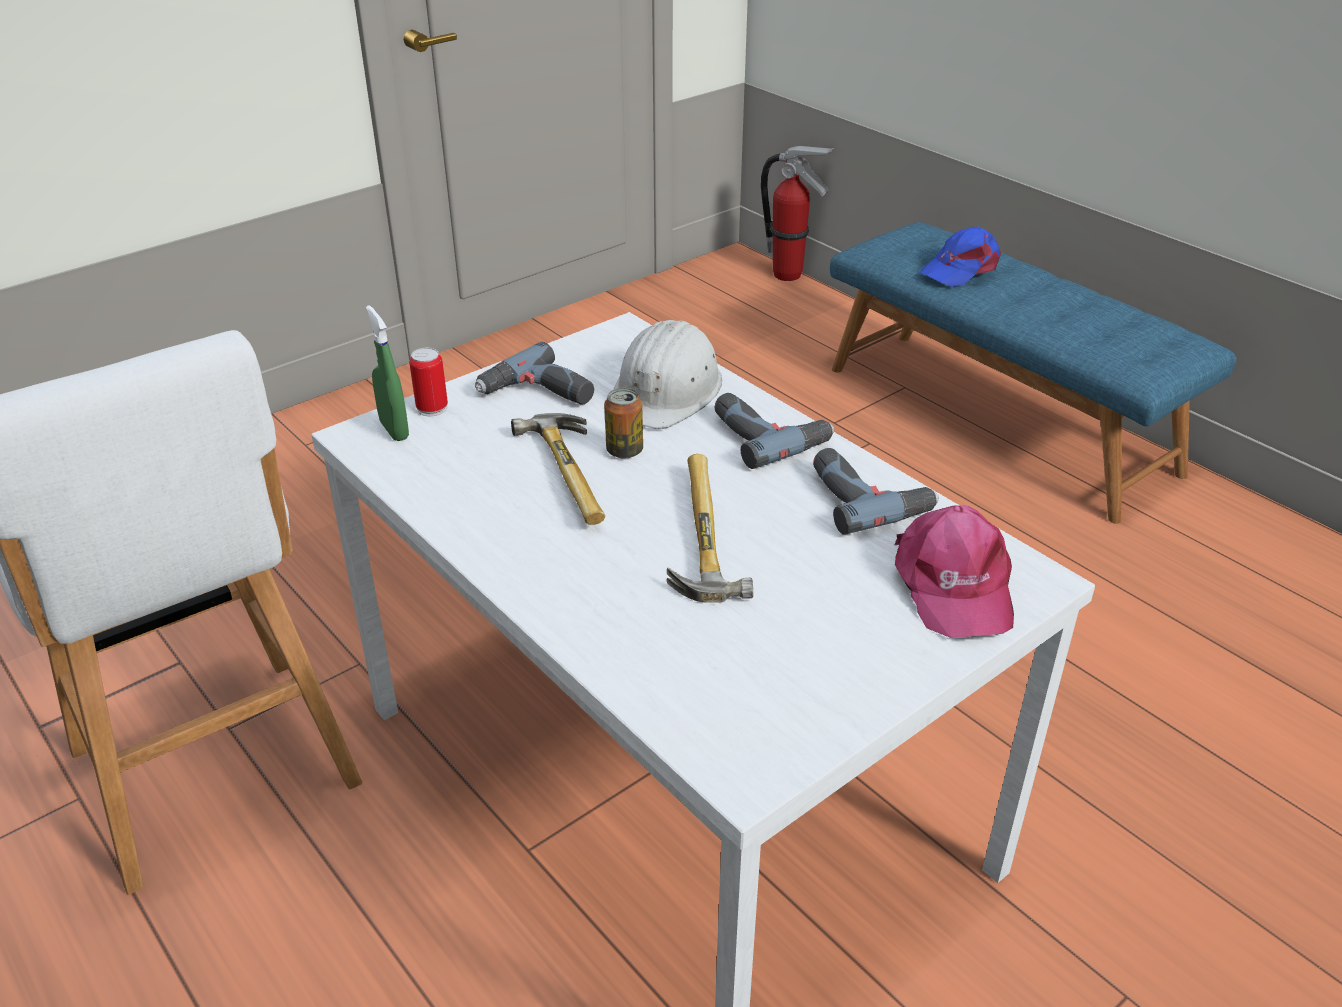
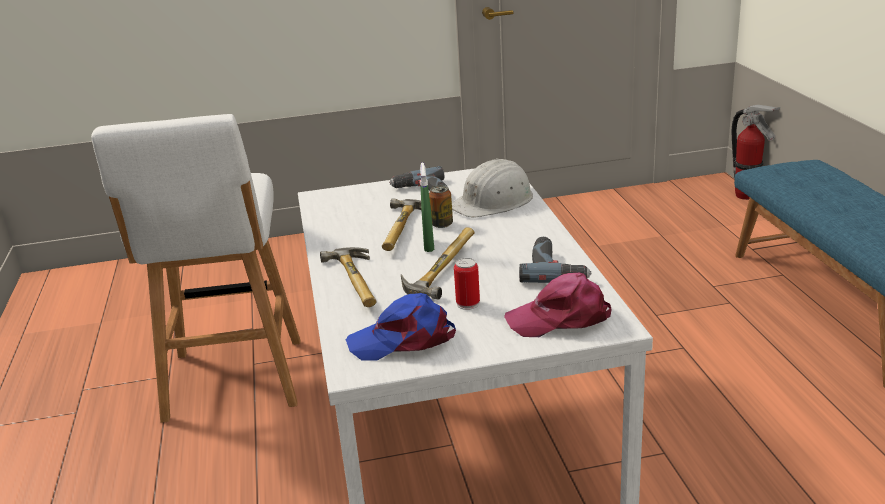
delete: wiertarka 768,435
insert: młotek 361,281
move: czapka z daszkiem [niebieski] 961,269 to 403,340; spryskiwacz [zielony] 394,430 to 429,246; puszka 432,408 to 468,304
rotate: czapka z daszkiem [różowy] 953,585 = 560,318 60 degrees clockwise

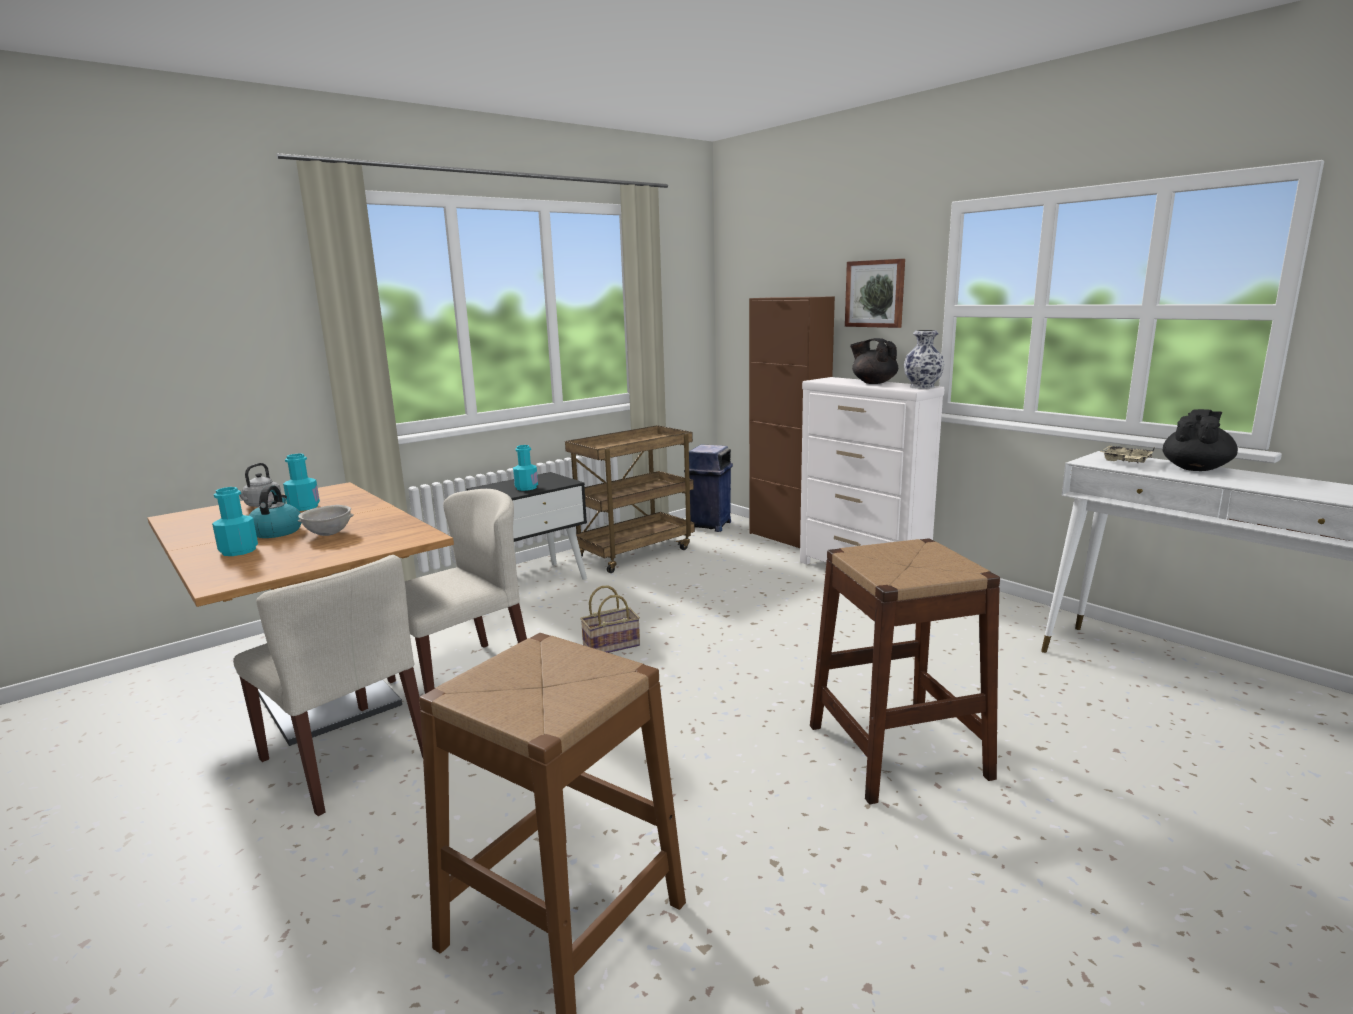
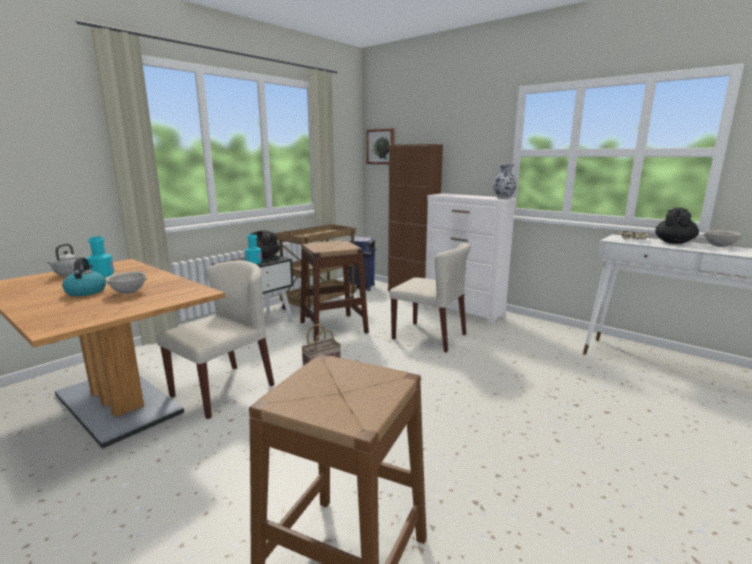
delete: butelka [turkusowy] 238,551
insert: miska [szary] 719,246
move: imbryk [czarny] 873,383 to 265,256; stołek [brązowy] 897,750 to 333,327; obraz 875,293 to 381,146; krzesło [beżowy] 346,759 to 430,336

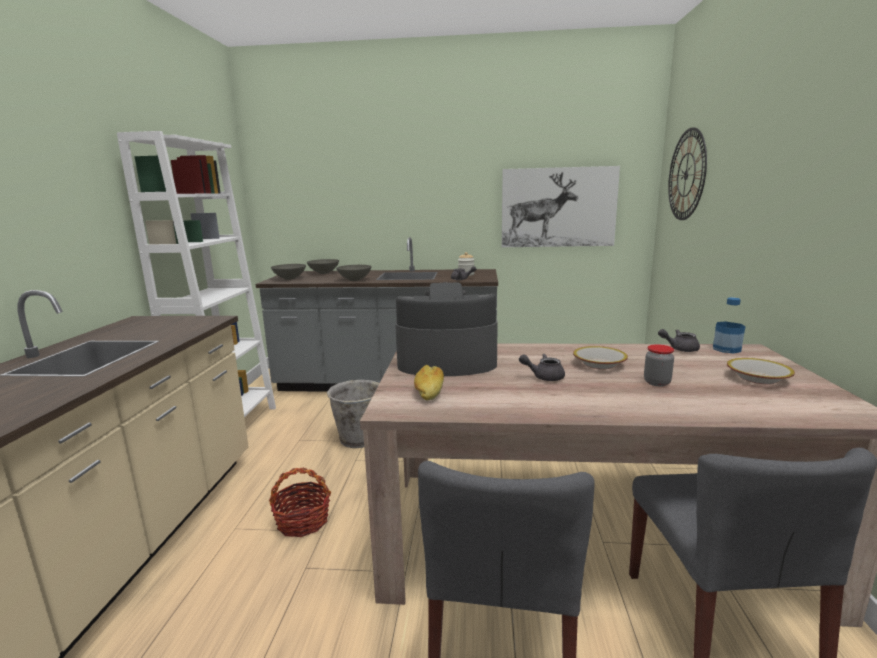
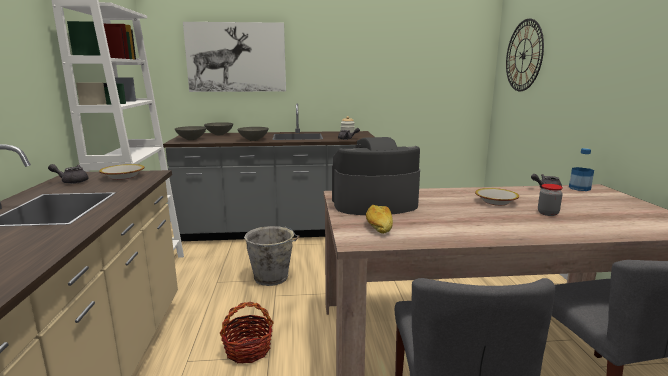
move: imbryk [szary] 544,377 to 72,181; miska 758,378 to 123,177; obraz 558,207 to 236,57

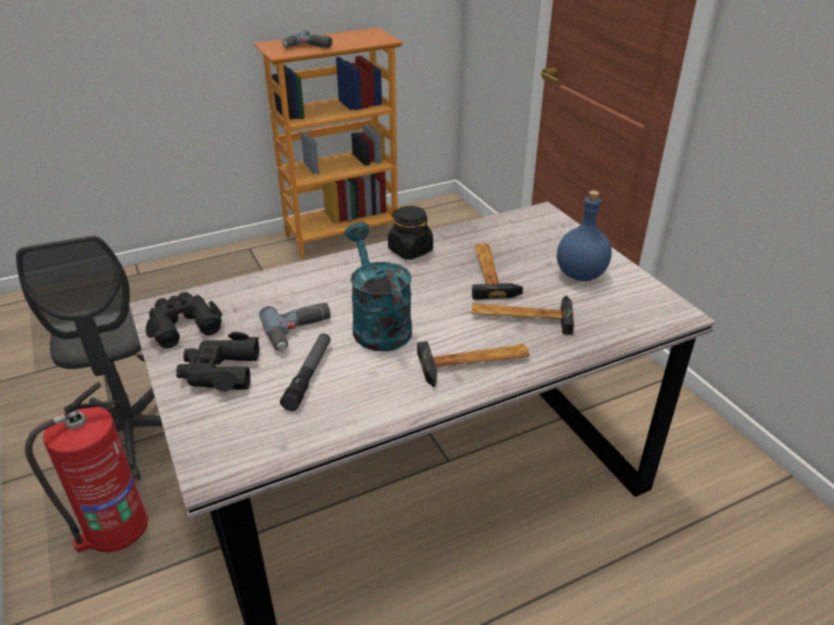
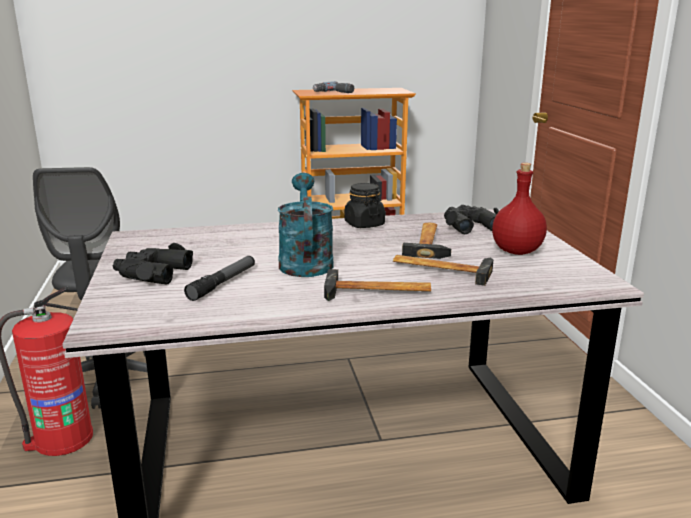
delete: wiertarka 299,331
move: lornetka [czarny] 183,324 to 469,225
recolor: butelka [niebieski] 581,274 to butelka [czerwony] 517,251

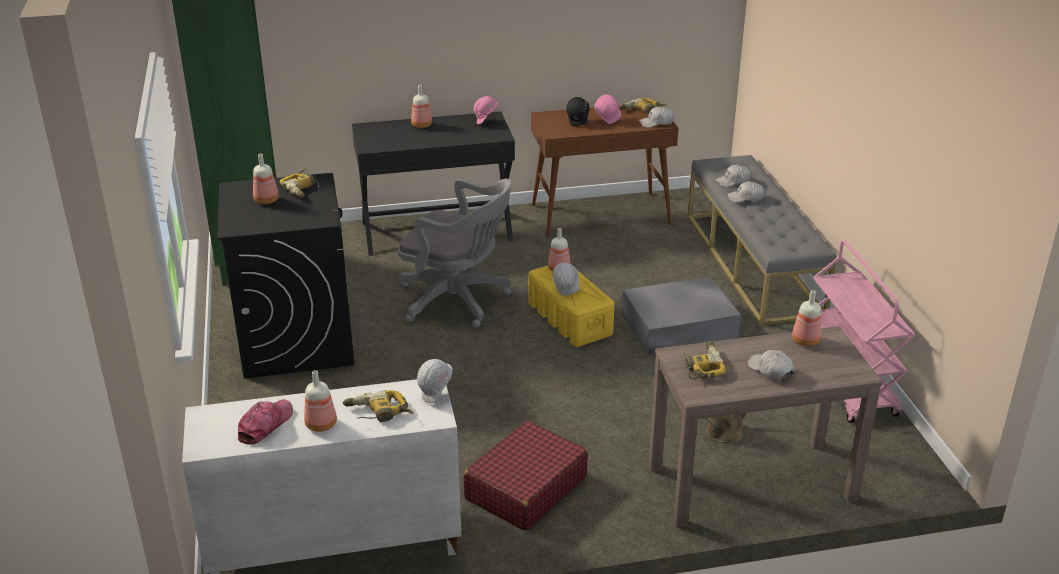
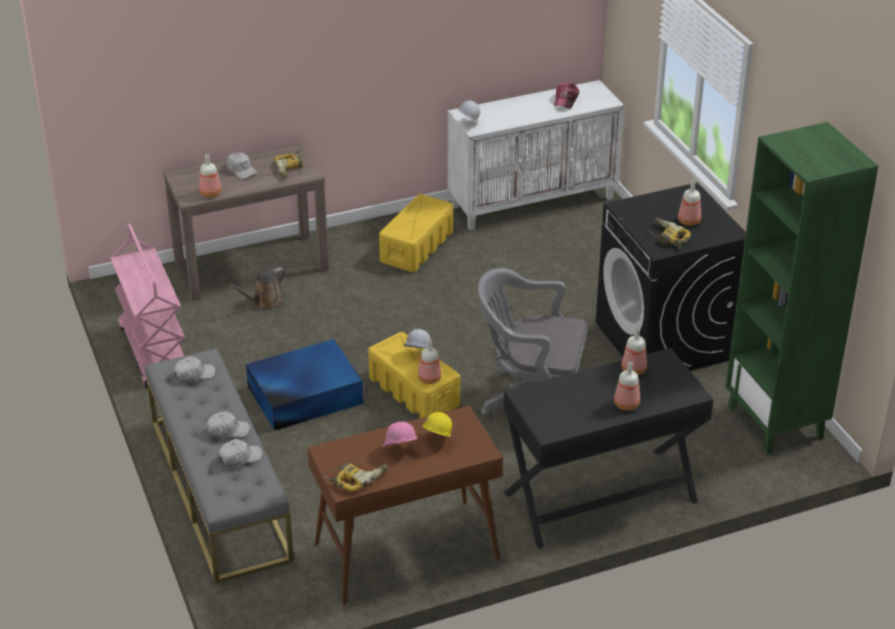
delete: wiertarka 378,413; kask [różowy] 486,122
move: czapka z daszkiem [biały] 656,123 to 194,374; butelka 320,424 to 634,370
replace: walizka [czerwony] 525,488 to pojemnik do przechowywania [żółty] 417,246
recolor: pojemnik do przechowywania [szary] 680,327 to pojemnik do przechowywania [niebieski] 303,395; kask [czarny] 578,123 to kask [żółty] 436,441

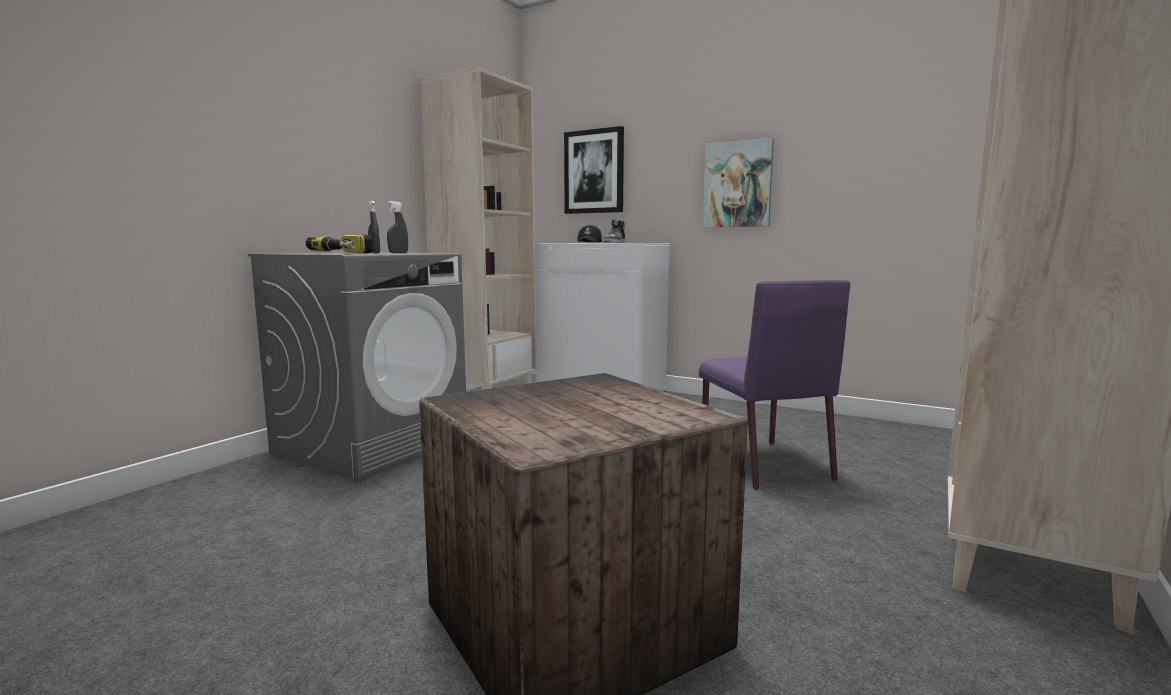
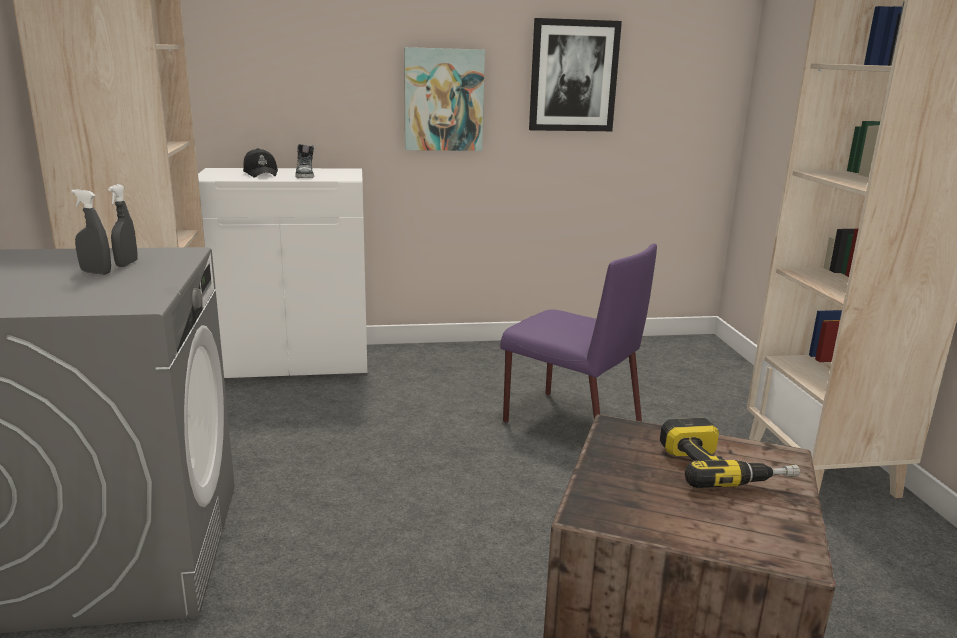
move: obraz 594,172 to 573,76; wiertarka 349,253 to 723,468

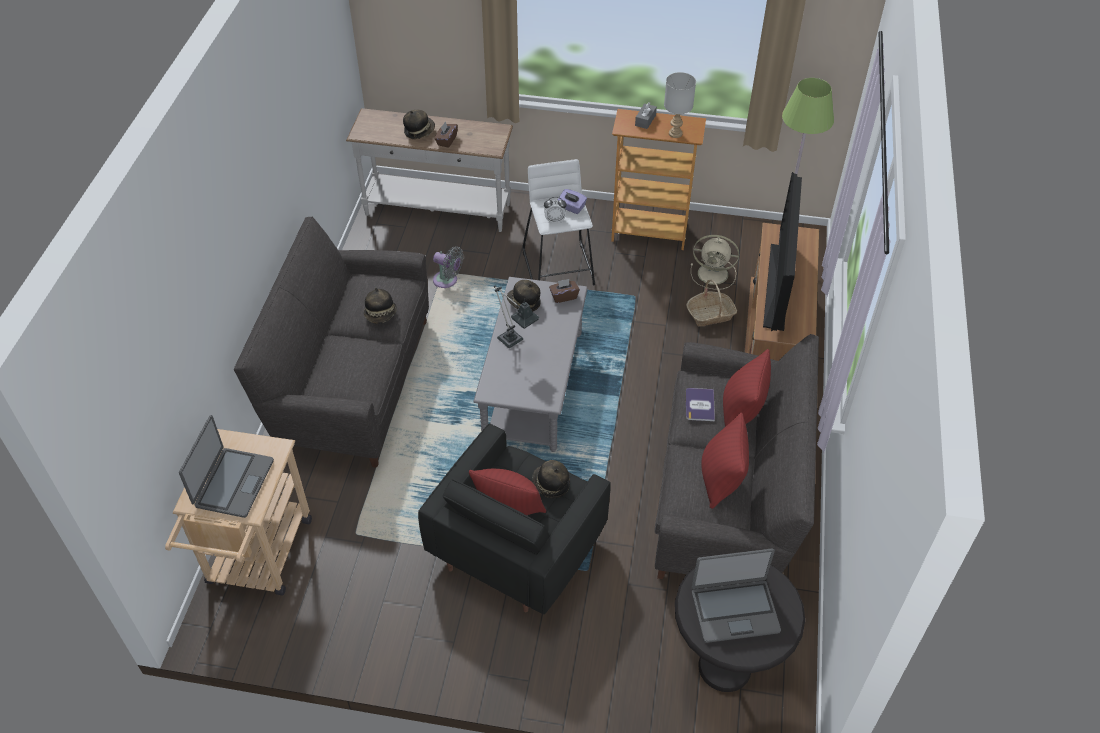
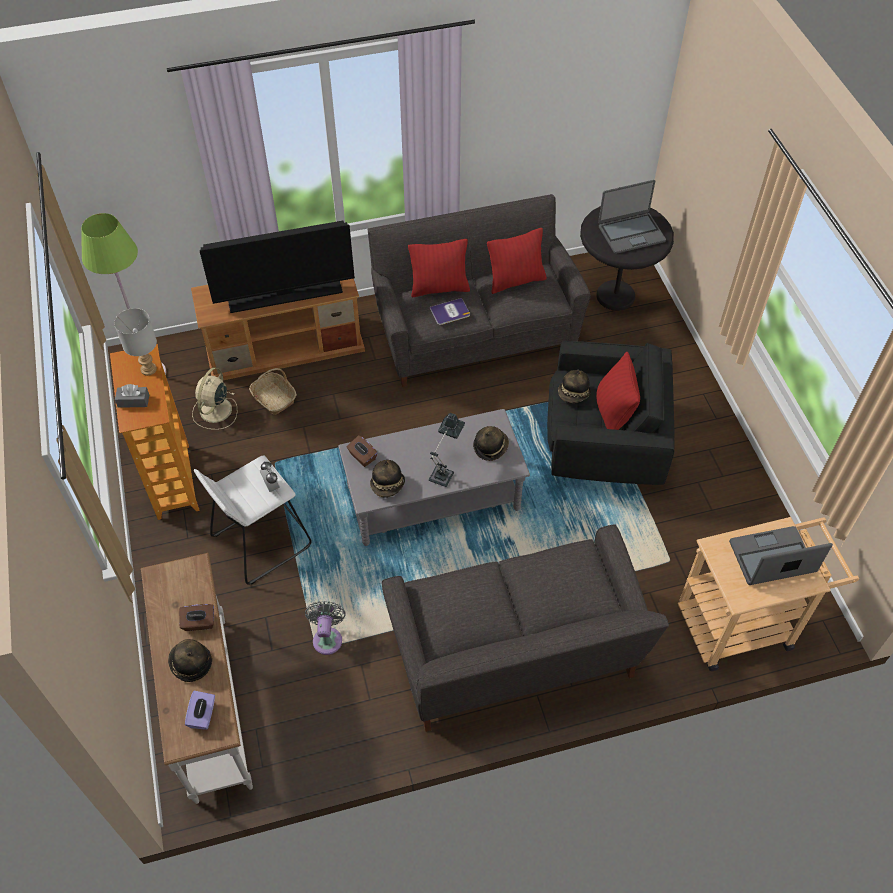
move: pudełko chusteczek [fioletowy] 571,207 to 203,715; kapelusz 381,314 to 490,447
rotate: wentylator [beżowy] 714,274 = 215,411 150 degrees counterclockwise; laptop 734,610 = 631,233 105 degrees clockwise

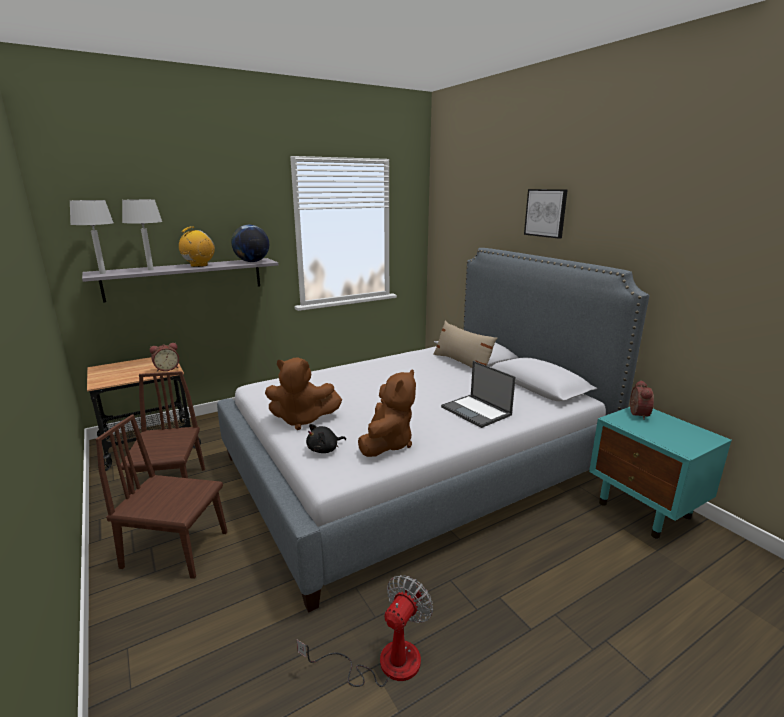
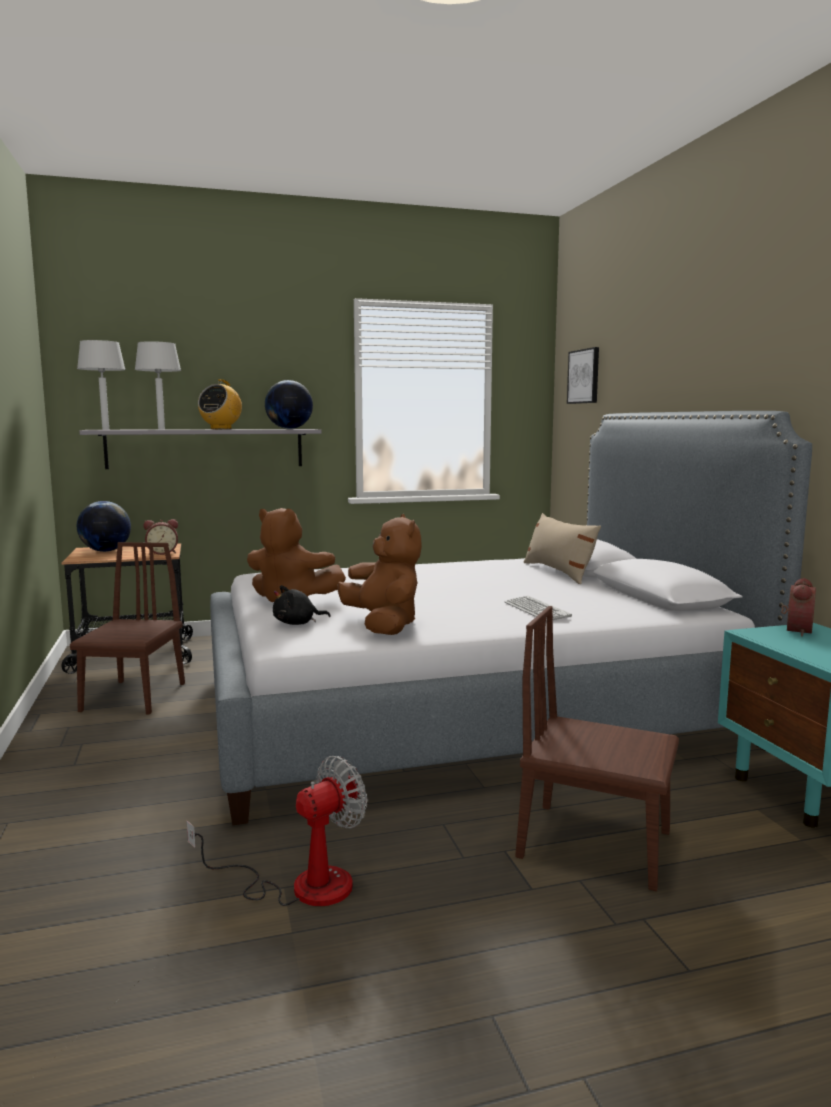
insert: globus 105,551
move: krzesło [brązowy] 176,549 to 595,844; obraz 546,213 to 584,376
replace: laptop 477,411 to klawiatura 536,610
rotate: radio 199,265 = 221,429 150 degrees clockwise; pluszak [brązowy] 387,443 = 383,625 60 degrees counterclockwise

